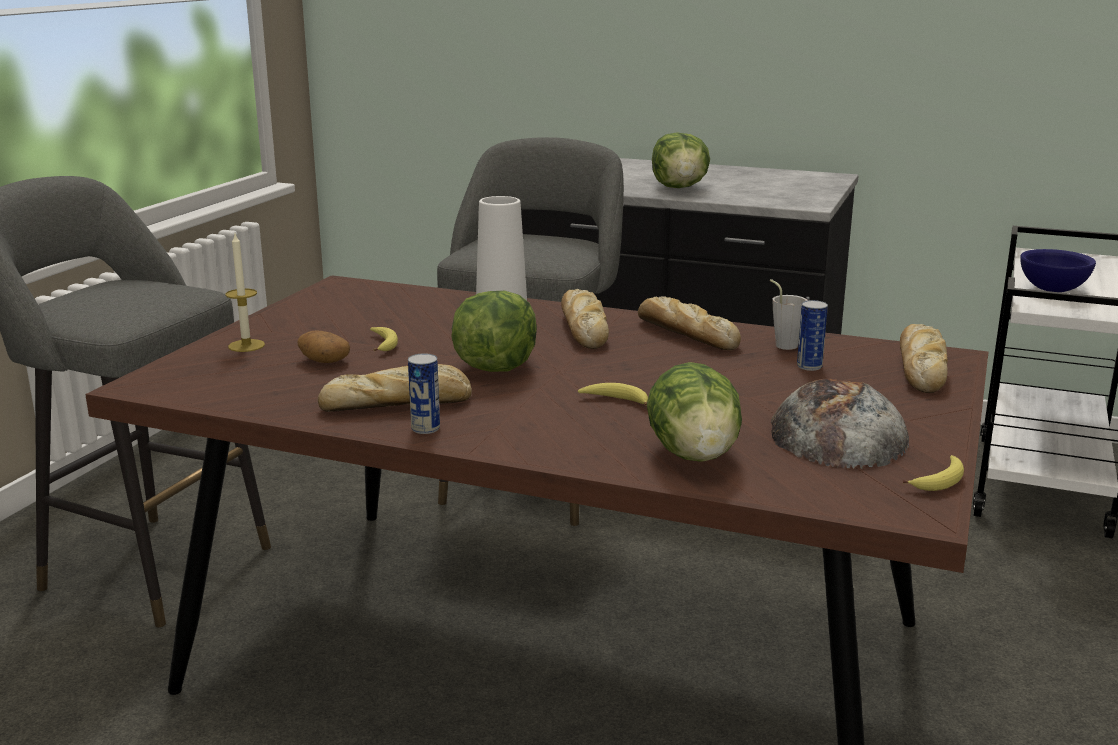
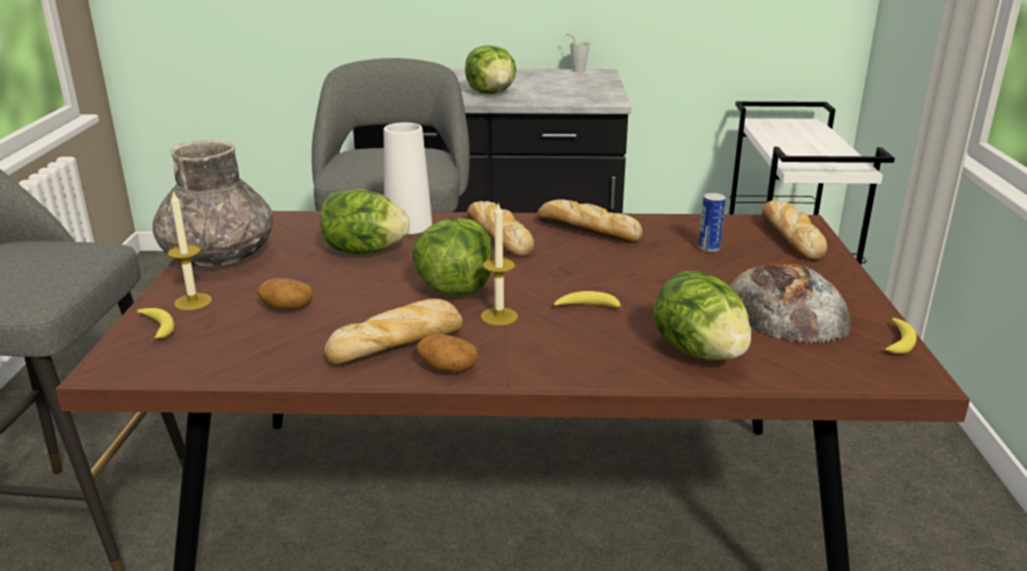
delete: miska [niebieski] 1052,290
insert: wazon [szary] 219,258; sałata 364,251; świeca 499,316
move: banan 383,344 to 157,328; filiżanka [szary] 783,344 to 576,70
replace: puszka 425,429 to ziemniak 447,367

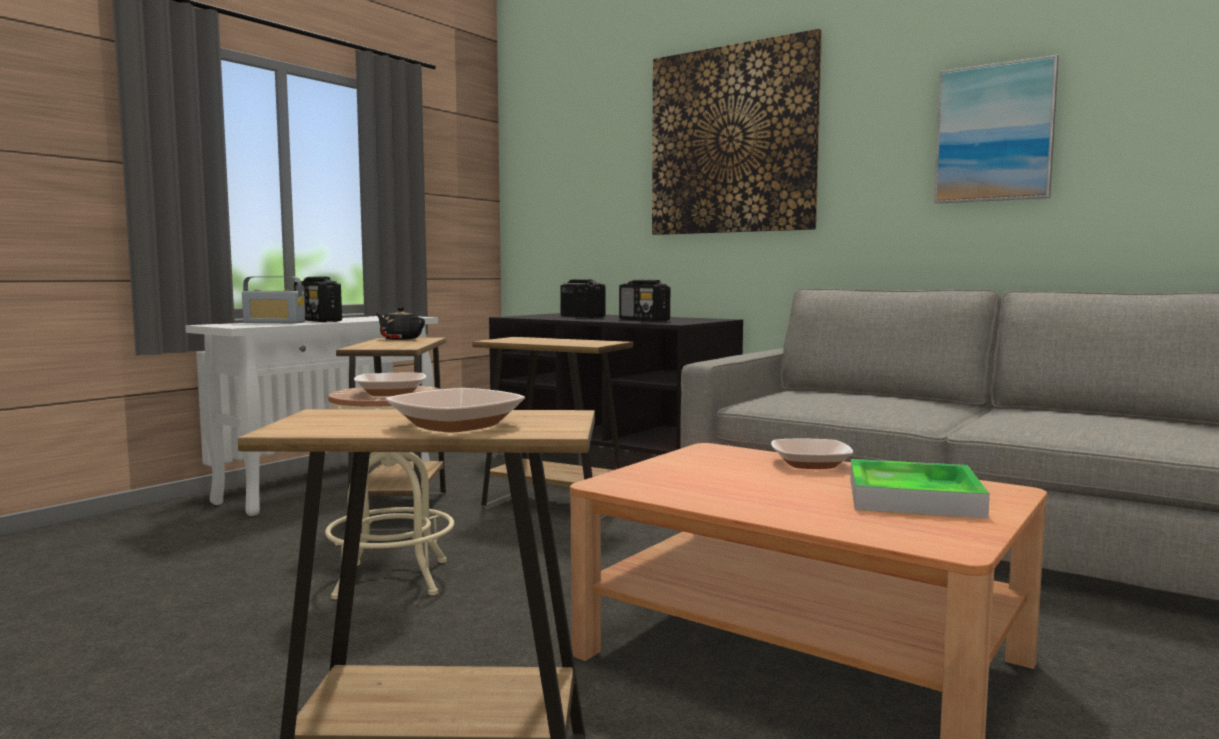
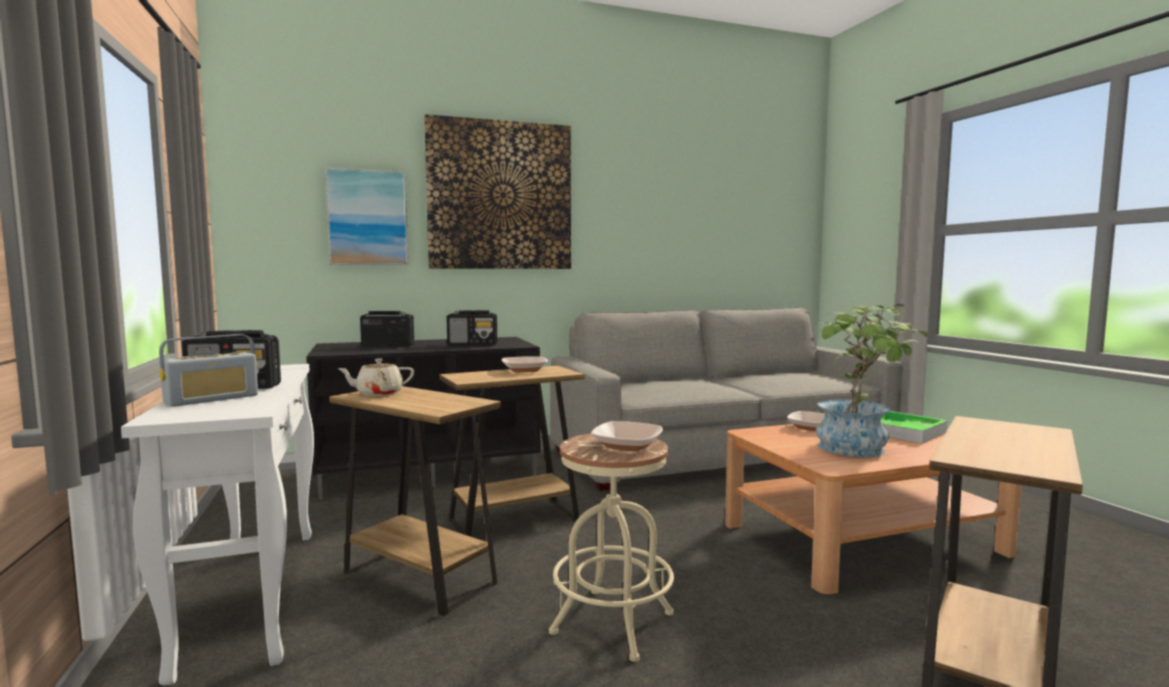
insert: roślina doniczkowa 860,450
move: obraz 994,133 to 367,218; miska 456,425 to 524,370
recolor: imbryk [czarny] 400,339 to imbryk [beżowy] 378,394

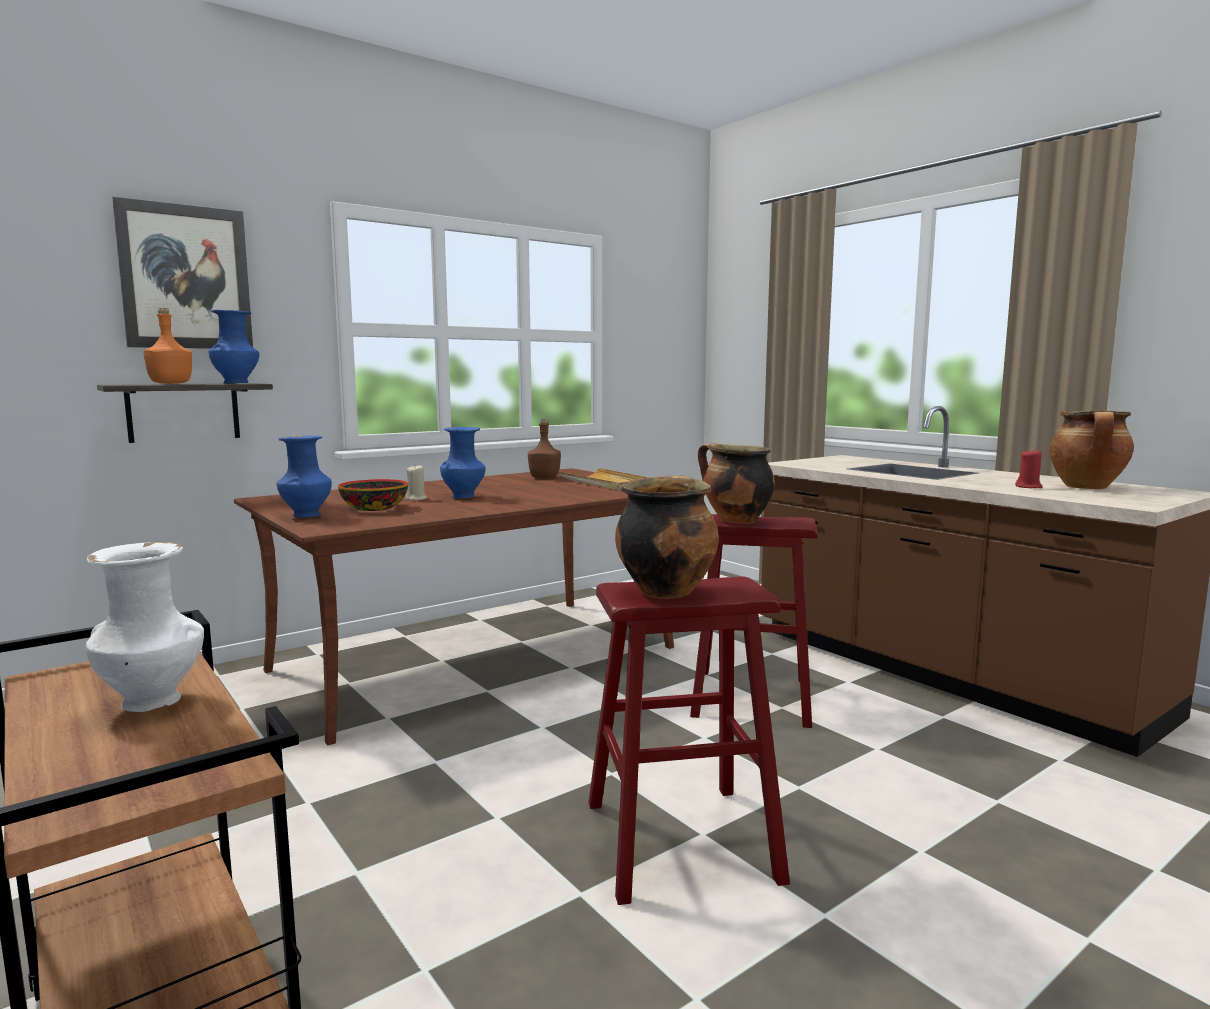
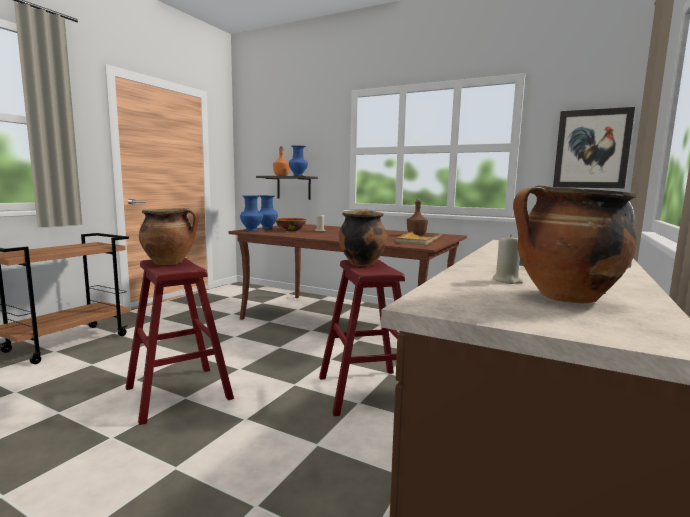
delete: wazon [biały] 154,702
move: wazon [niebieski] 464,497 to 252,230; obraz 185,277 to 591,149
recolor: świeca [czerwony] 1028,487 to świeca [beżowy] 507,281

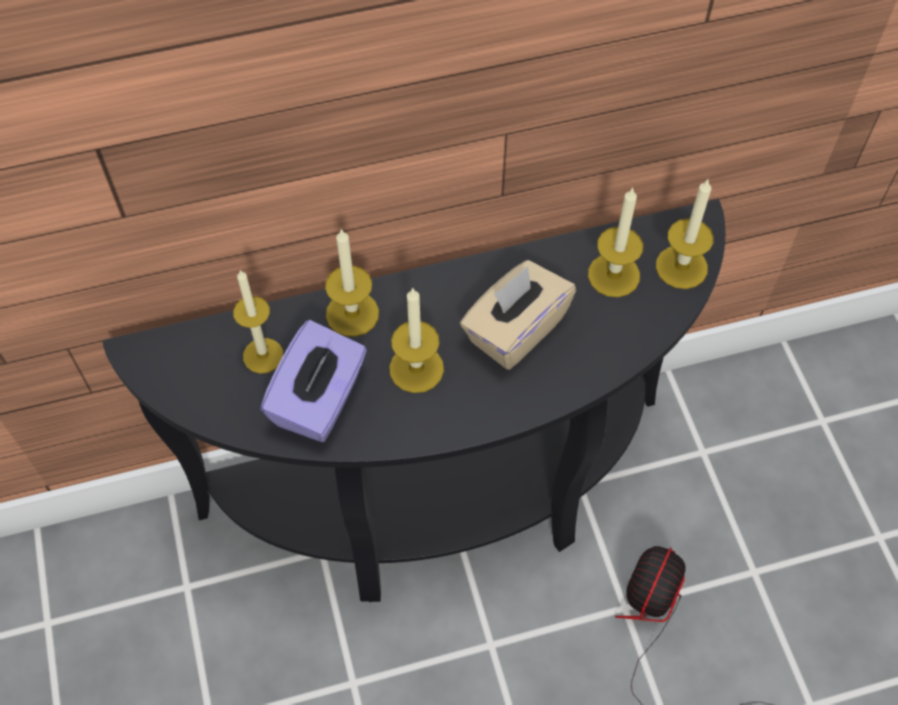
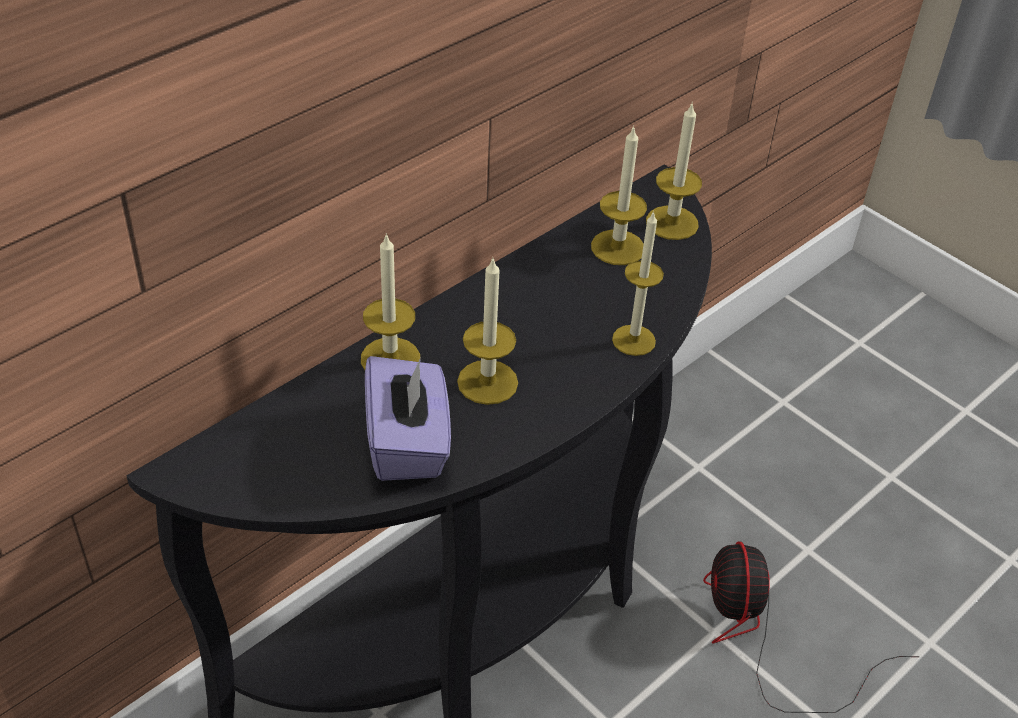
delete: pudełko chusteczek [beżowy] 515,330
move: świeca 263,355 to 633,340

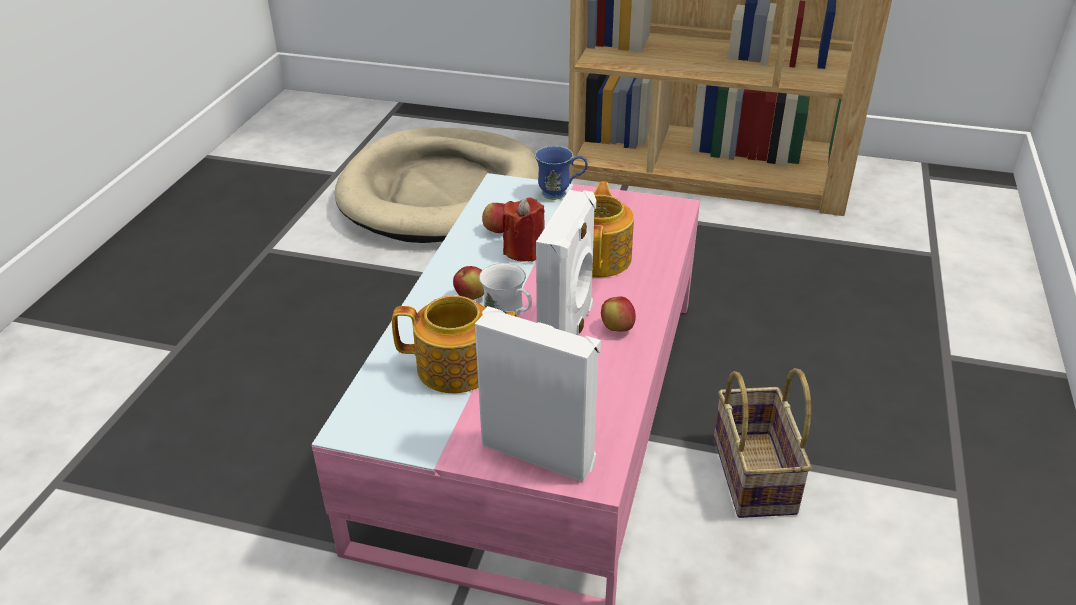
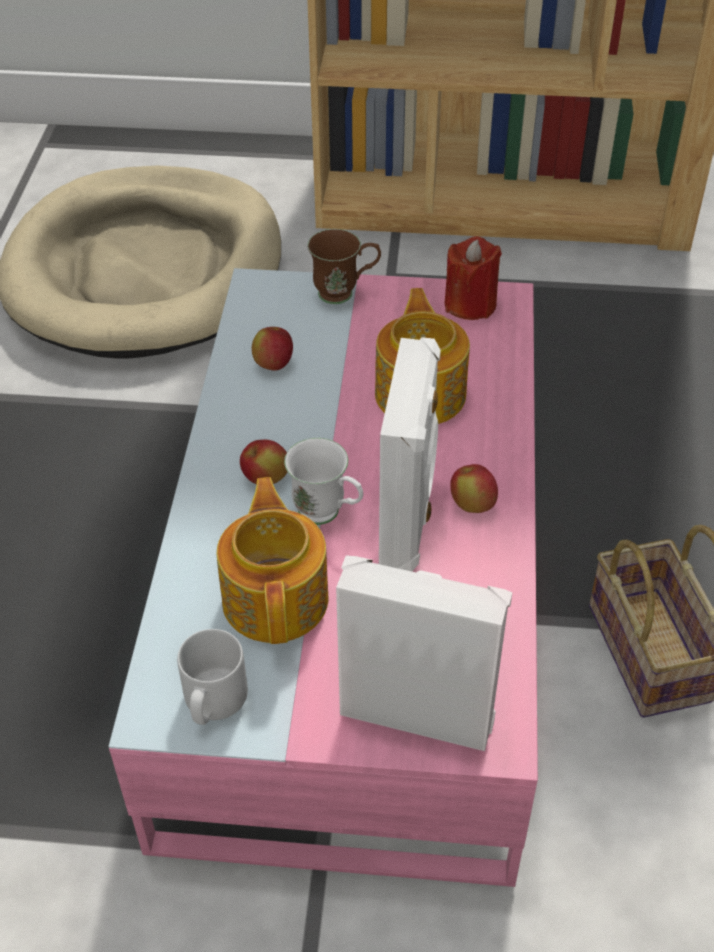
insert: kubek [szary] 213,702
move: świeca [czerwony] 524,251 to 470,304
recolor: kubek [niebieski] 561,194 to kubek [brązowy] 345,293
rotate: imbryk 458,368 = 277,597 90 degrees counterclockwise

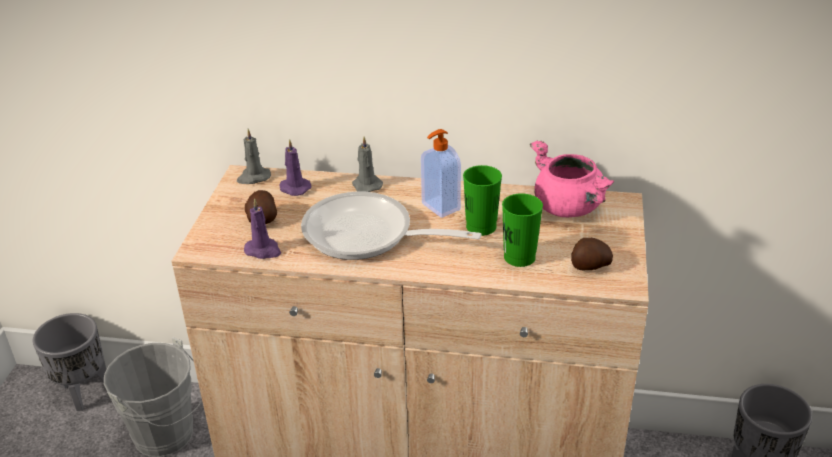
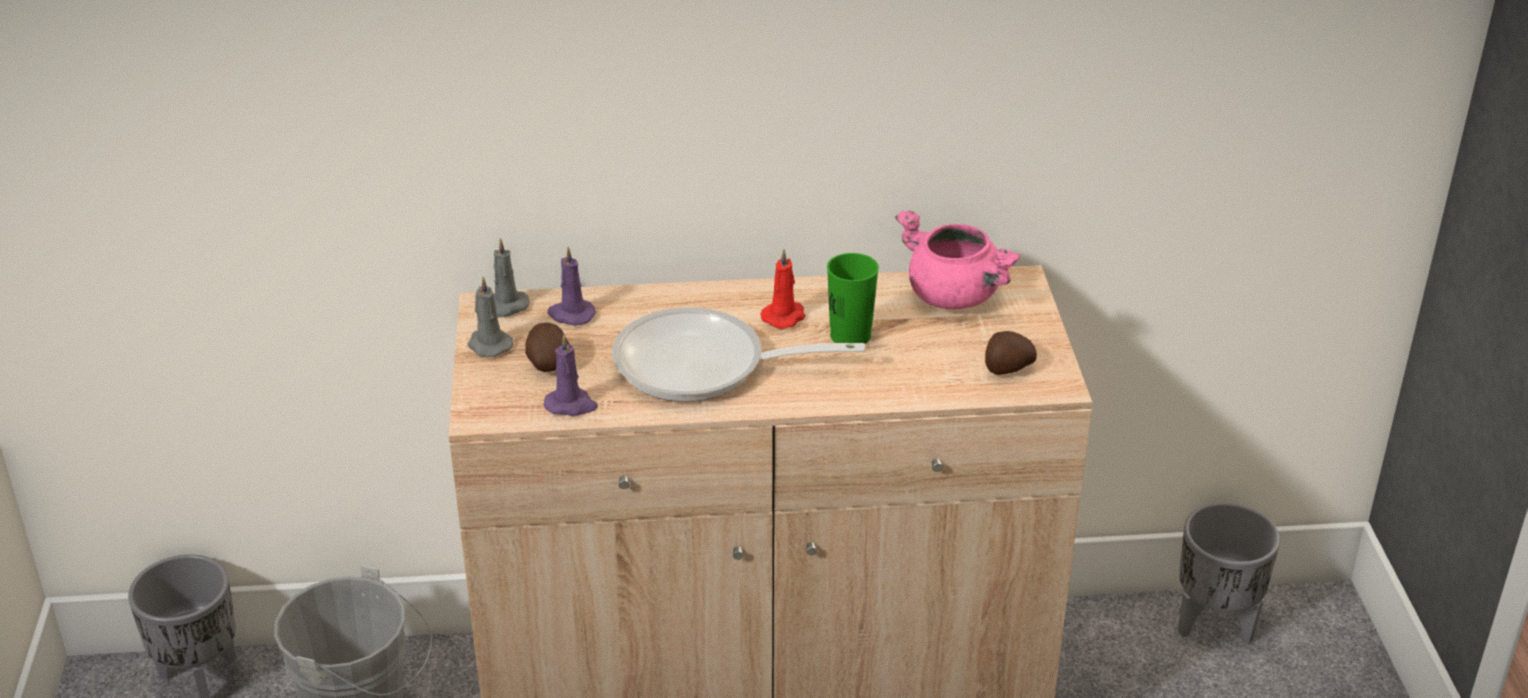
delete: filiżanka [zielony] 519,257
move: świeca [szary] 366,185 to 488,345
replace: dozownik mydła 439,207 to świeca [czerwony] 784,316

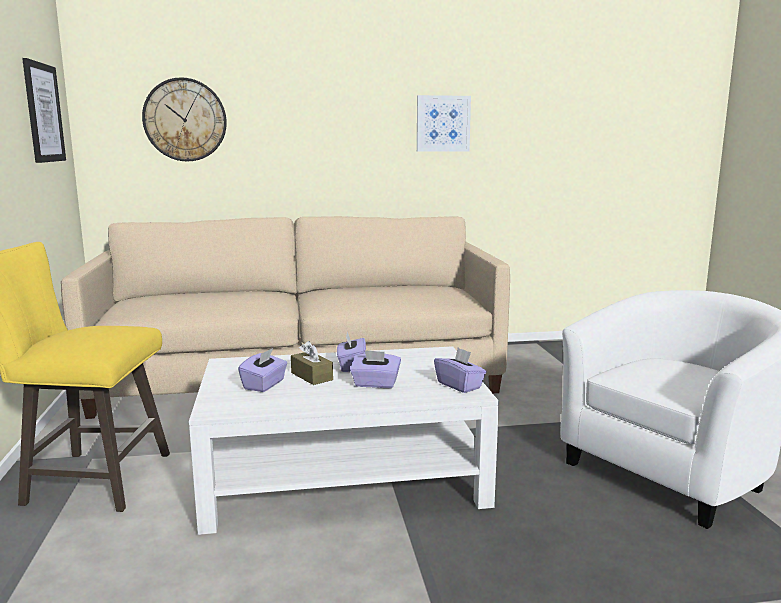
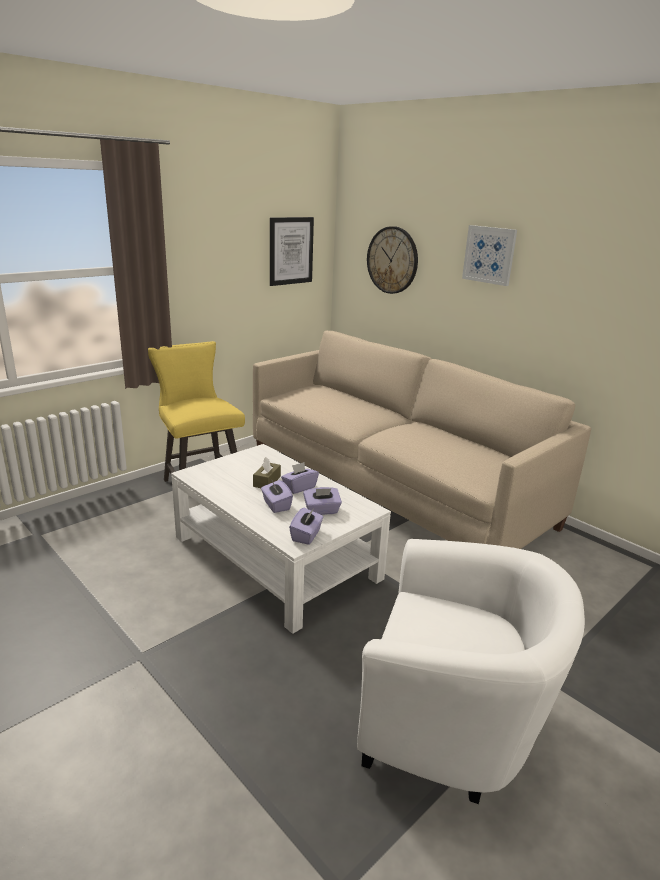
move: pudełko chusteczek [fioletowy] 264,385 to 322,511; obraz 443,123 to 489,255

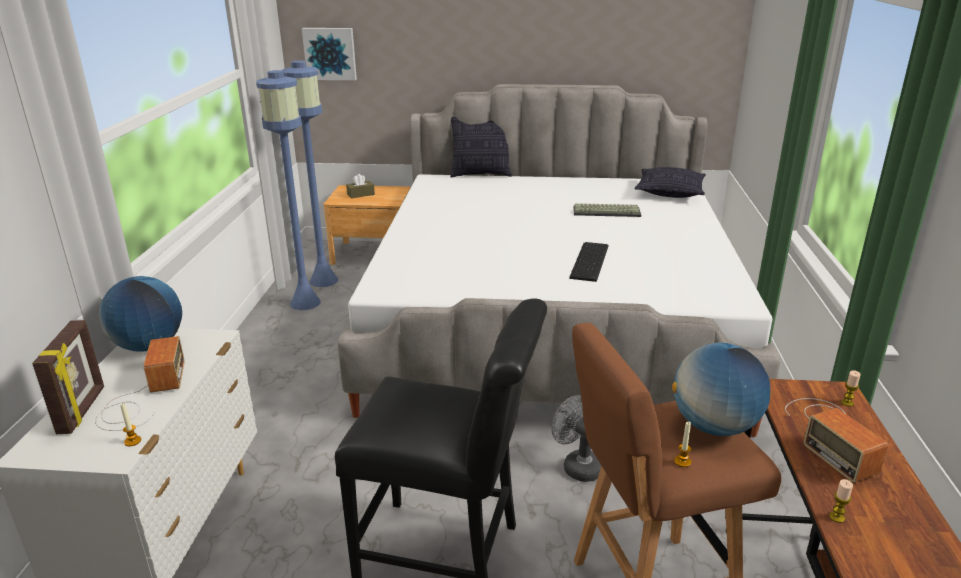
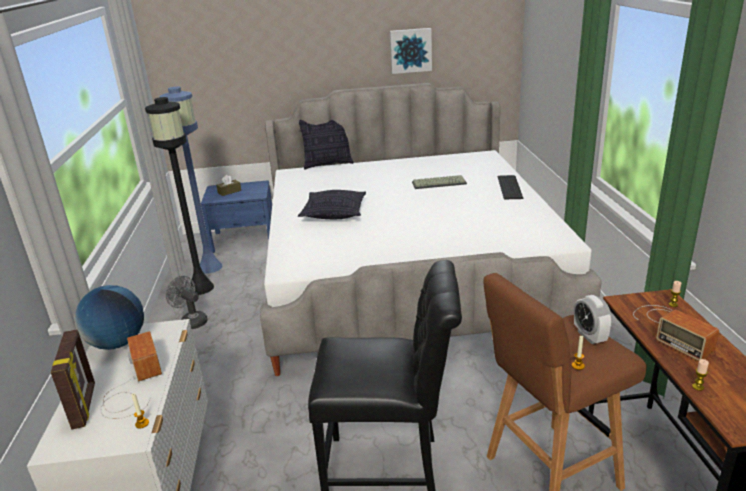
move: wentylator [szary] 577,466 to 191,321; poduszka 670,193 to 334,214; obraz 330,53 to 410,50; klawiatura 591,261 to 510,187
replace: globus 714,426 to budzik 589,336
recolor: lampa stojąca [niebieski] 305,302 to lampa stojąca [czarny] 201,288; szafka nocna [brązowy] 373,253 to szafka nocna [niebieski] 244,239

